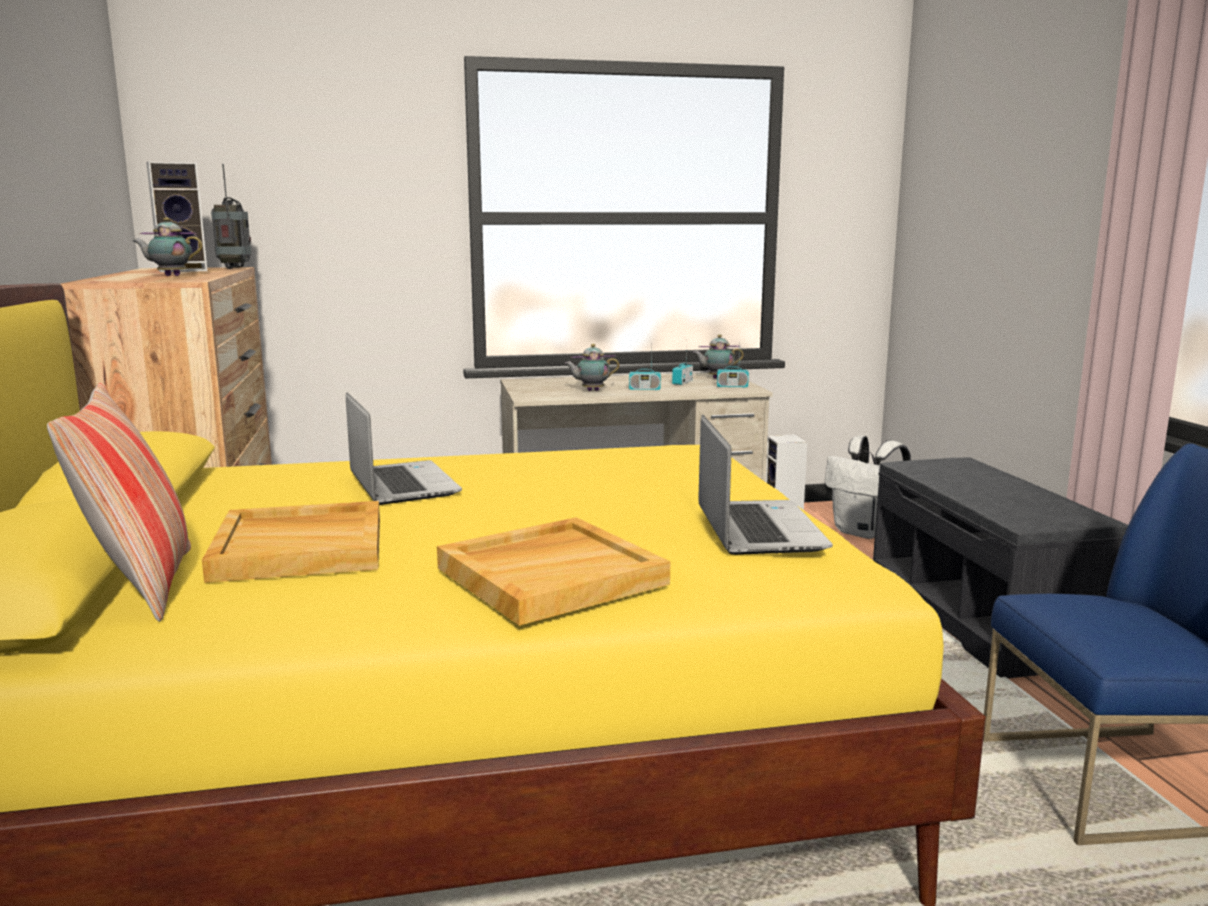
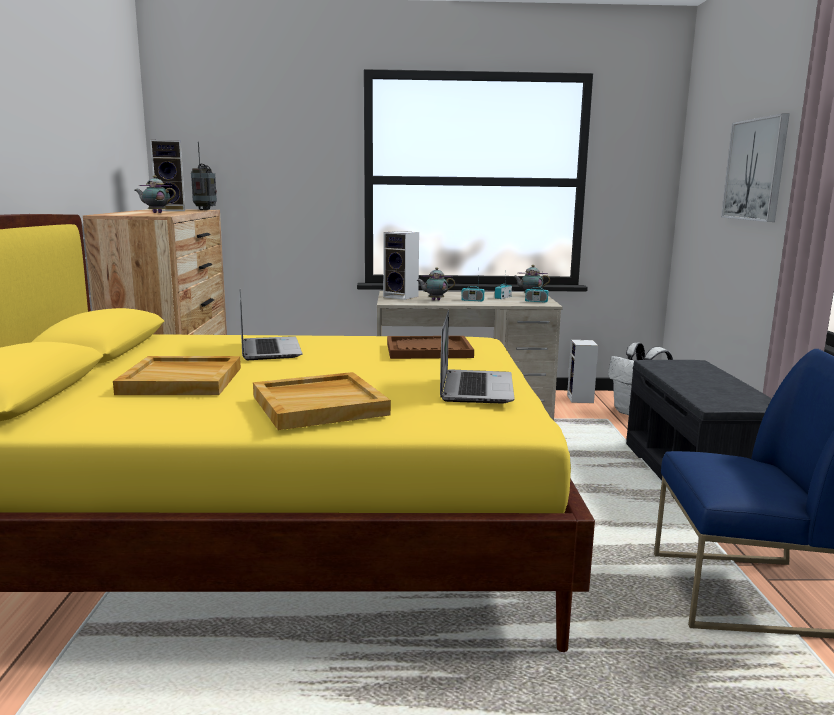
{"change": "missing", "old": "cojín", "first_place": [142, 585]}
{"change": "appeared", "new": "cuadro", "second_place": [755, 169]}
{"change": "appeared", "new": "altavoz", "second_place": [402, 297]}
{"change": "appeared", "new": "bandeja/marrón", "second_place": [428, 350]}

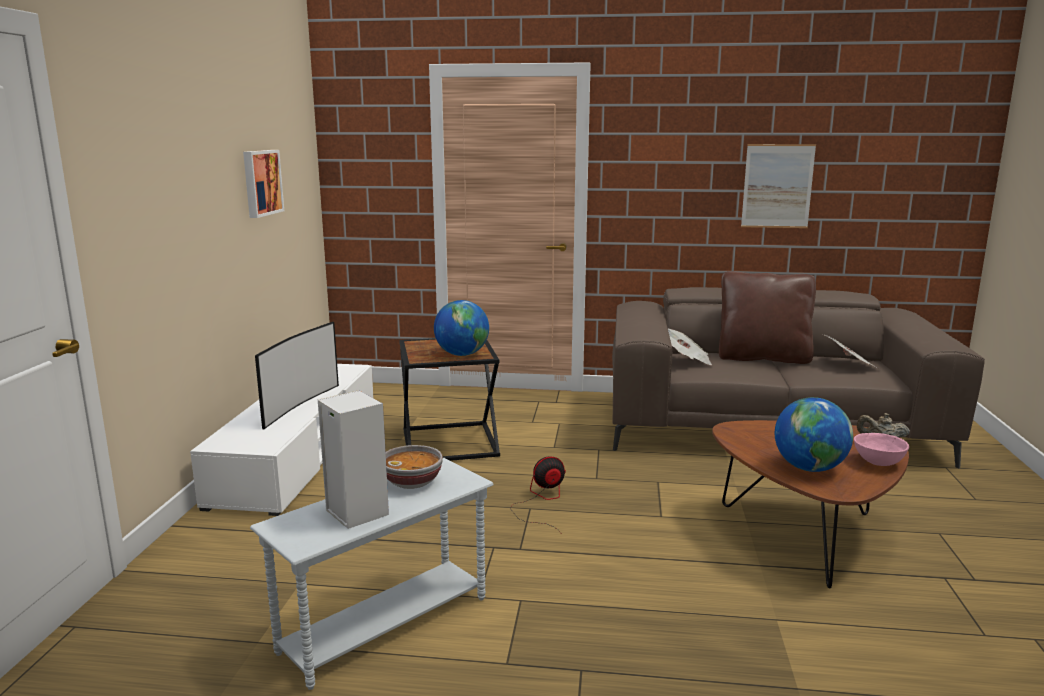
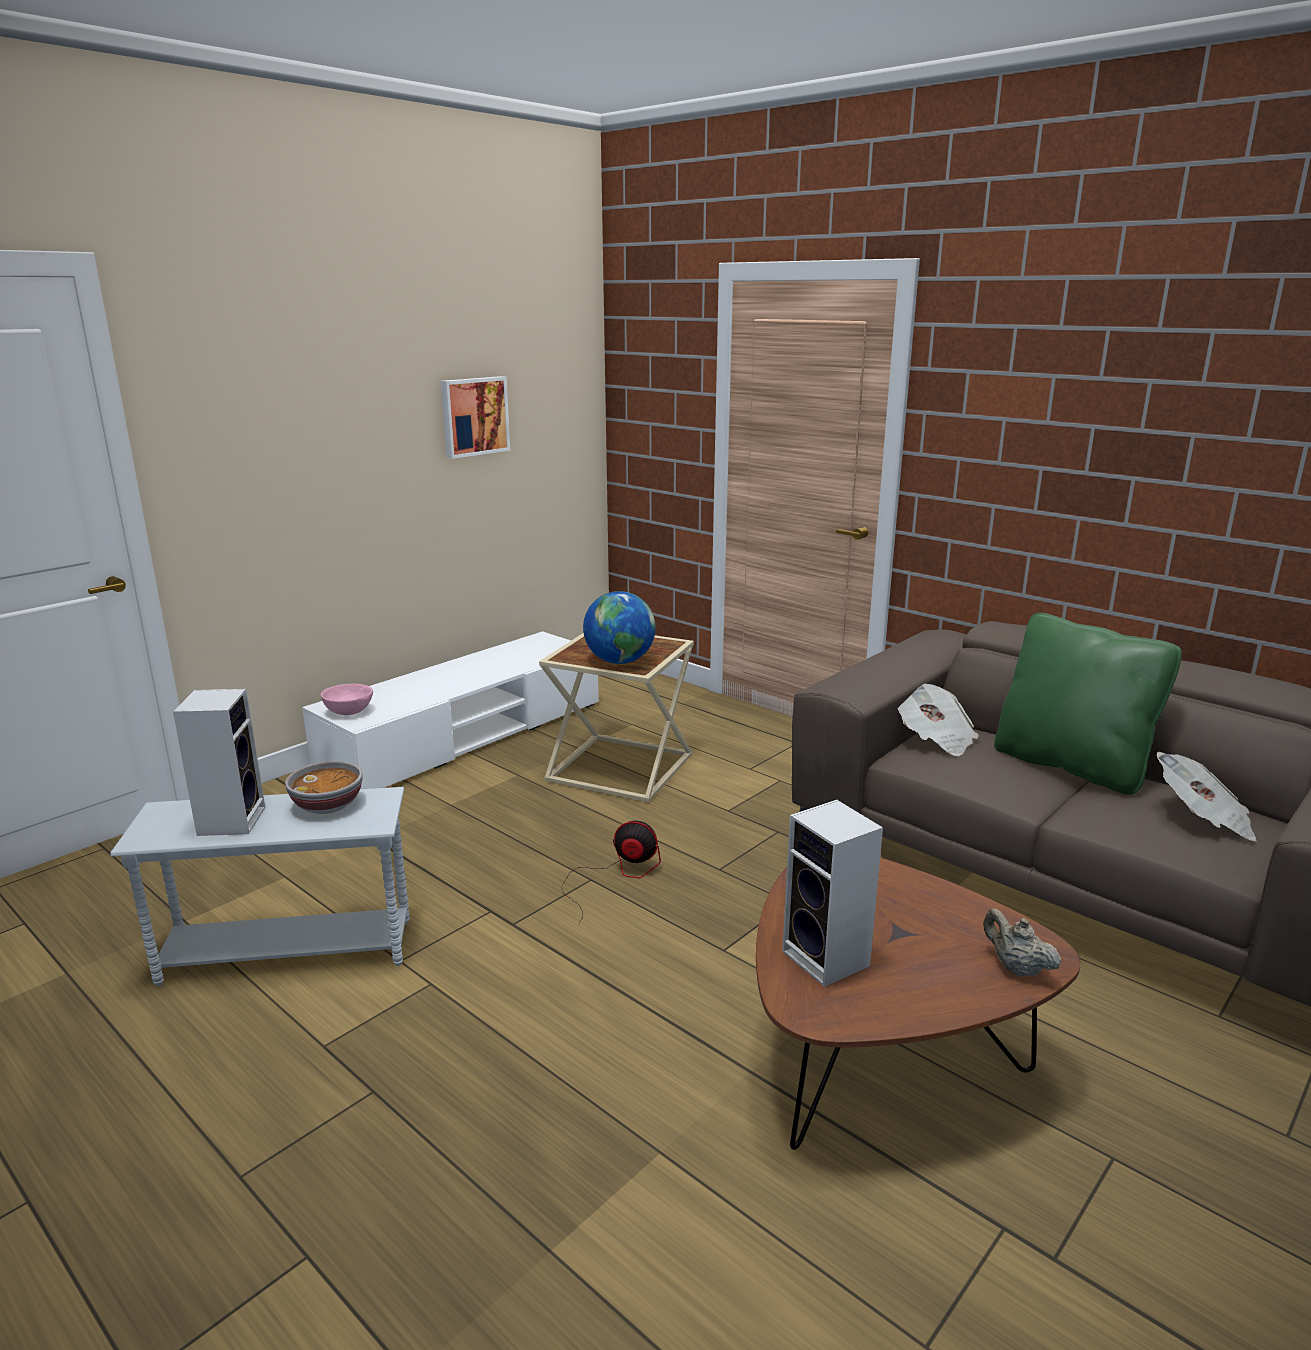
{"change": "missing", "old": "cuadro", "first_place": [777, 186]}
{"change": "colour", "old": "cojín/marrón", "new": "cojín/verde", "first_place": [763, 358], "second_place": [1071, 765]}
{"change": "missing", "old": "televisor", "first_place": [298, 405]}
{"change": "colour", "old": "mesa auxiliar/negro", "new": "mesa auxiliar/beis", "first_place": [448, 444], "second_place": [617, 769]}
{"change": "exchanged", "old": "globo terráqueo", "new": "altavoz", "first_place": [809, 468], "second_place": [829, 960]}
{"change": "relocated", "old": "cuenco/rosa", "first_place": [877, 463], "second_place": [348, 712]}

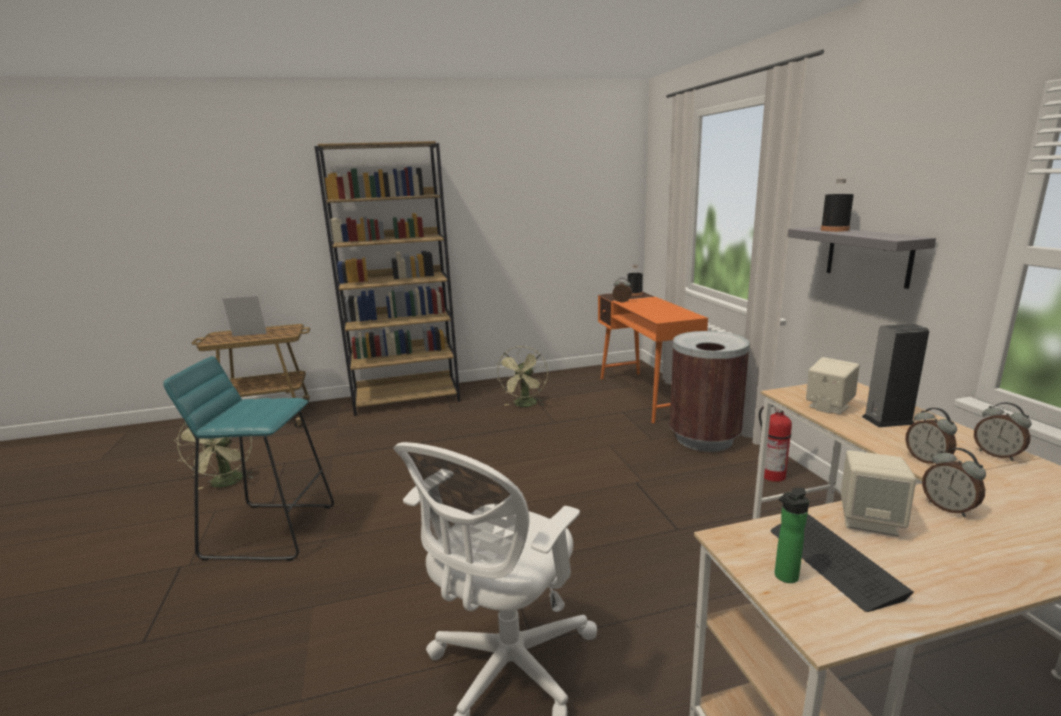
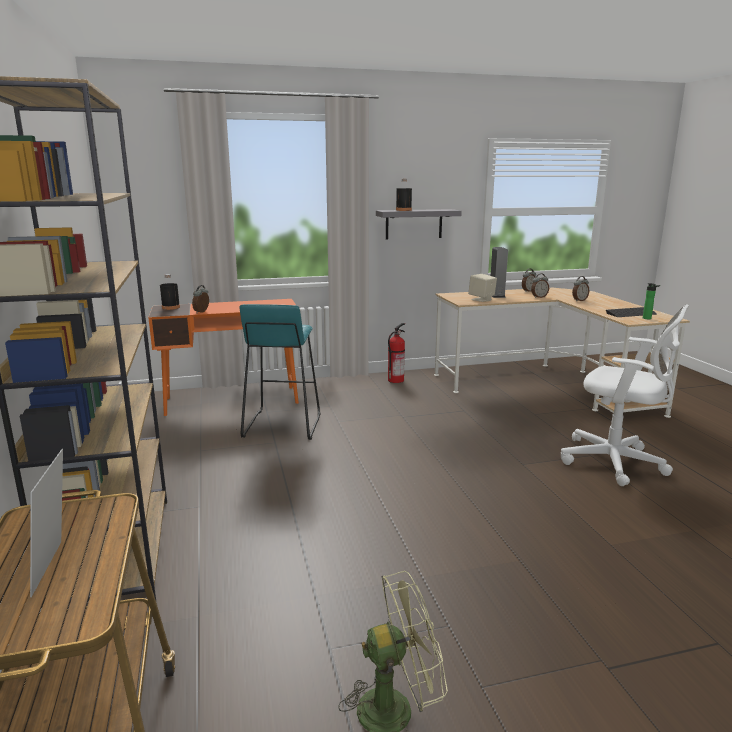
{"change": "missing", "old": "papelera/marrón", "first_place": [704, 438]}
{"change": "missing", "old": "ventilador/verde", "first_place": [525, 405]}
{"change": "relocated", "old": "taburete/turquesa", "first_place": [270, 530], "second_place": [282, 425]}
{"change": "missing", "old": "altavoz/beis", "first_place": [869, 520]}

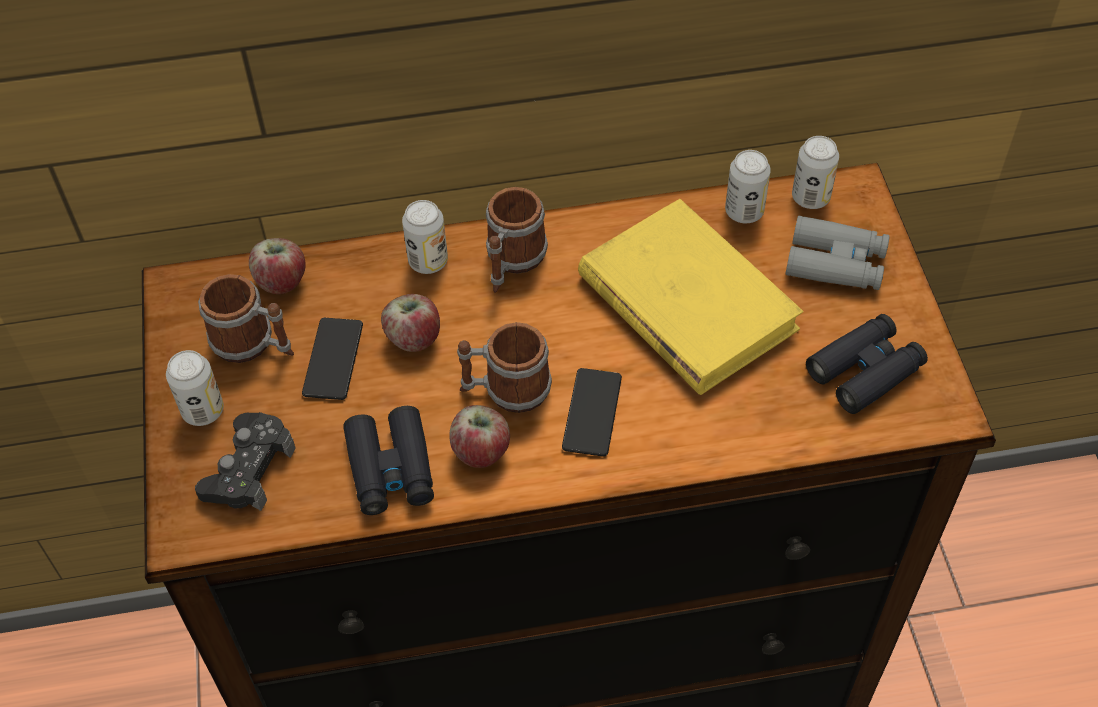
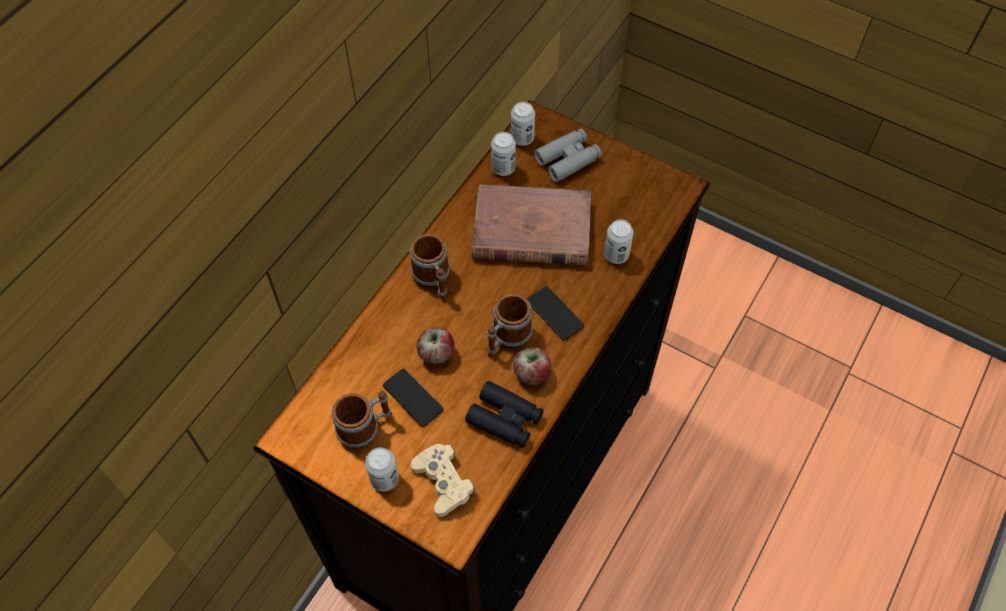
{"change": "colour", "old": "libro/amarillo", "new": "libro/marrón", "first_place": [686, 302], "second_place": [531, 230]}
{"change": "relocated", "old": "lata", "first_place": [428, 261], "second_place": [616, 255]}
{"change": "missing", "old": "manzana", "first_place": [281, 281]}
{"change": "missing", "old": "prismáticos/negro", "first_place": [865, 370]}
{"change": "colour", "old": "mando de consola/negro", "new": "mando de consola/beis", "first_place": [248, 469], "second_place": [443, 482]}

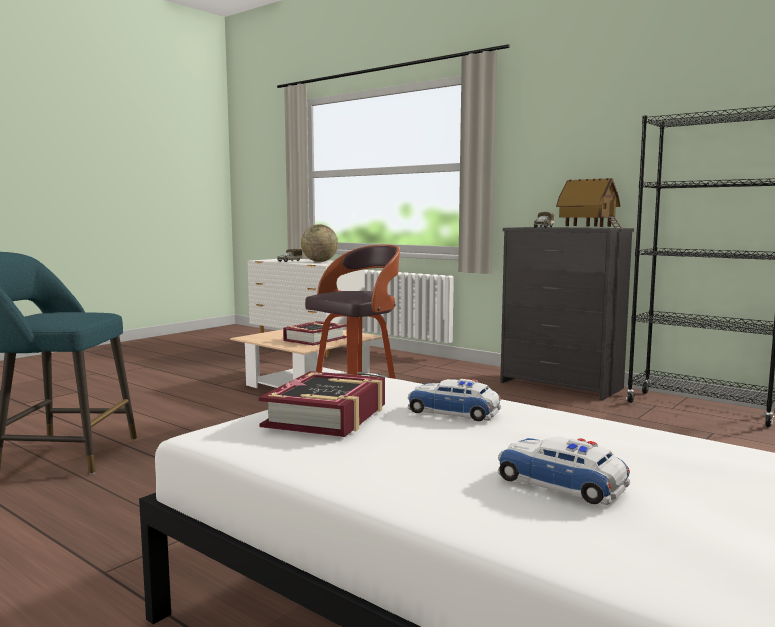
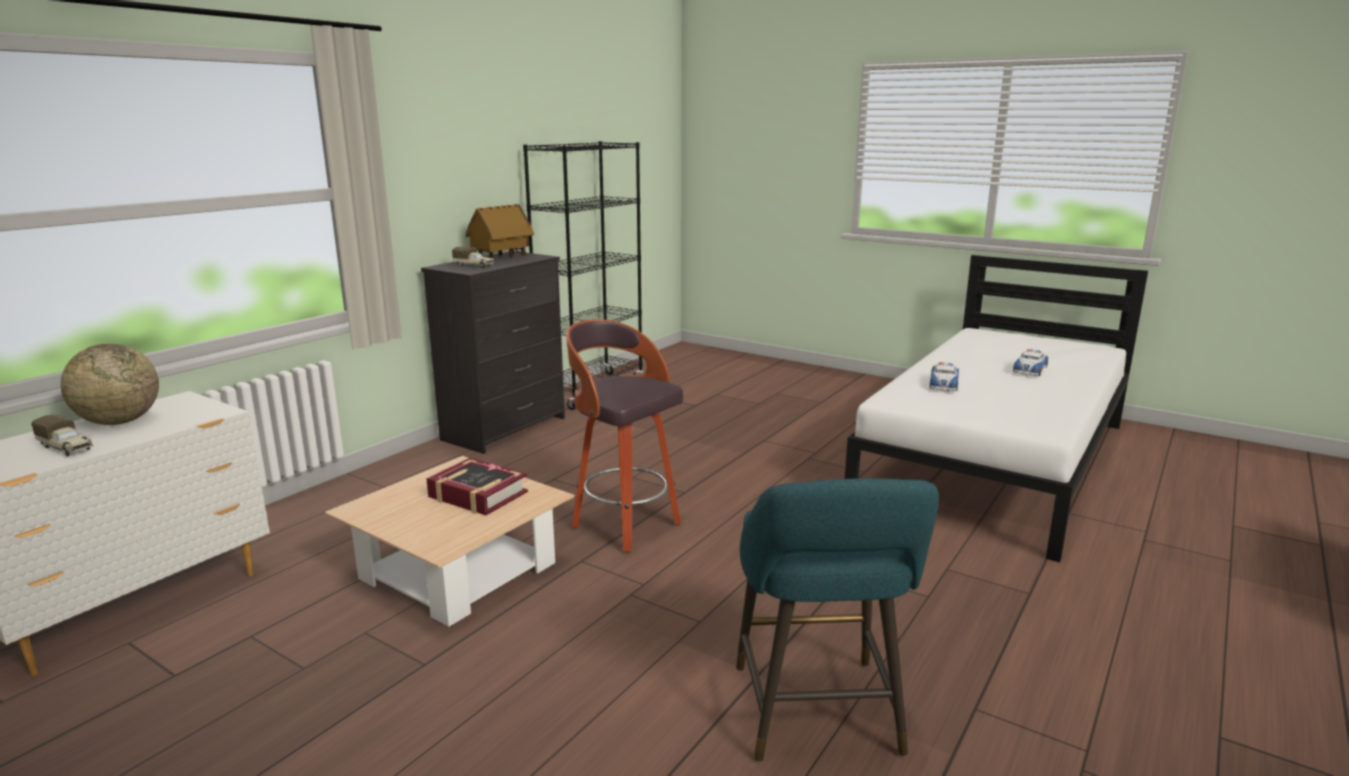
{"change": "missing", "old": "libro", "first_place": [327, 416]}

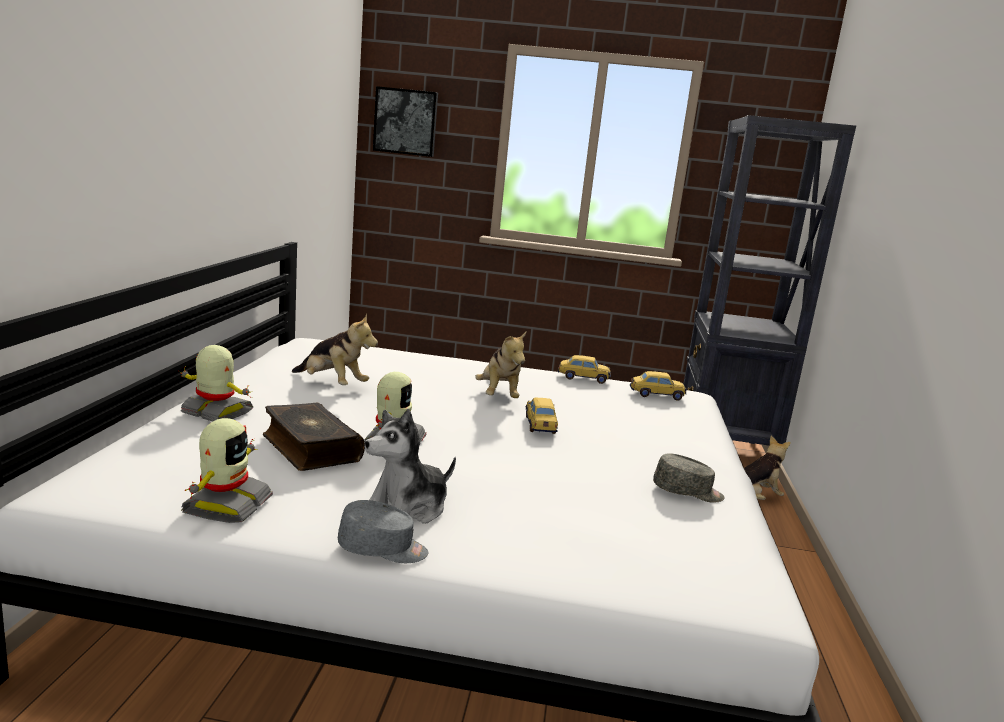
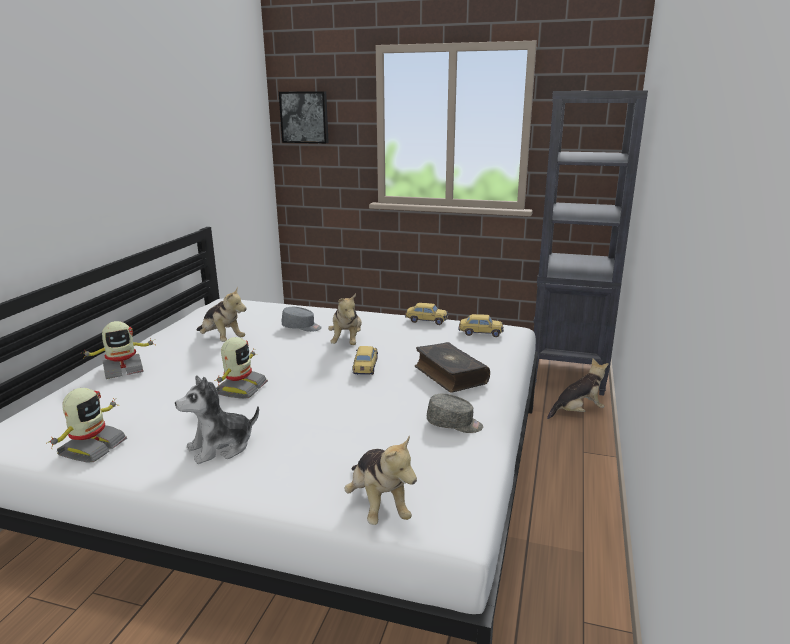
{"change": "spun", "old": "robot de juguete", "first_place": [216, 413], "second_place": [123, 370], "degrees": 120}
{"change": "relocated", "old": "libro", "first_place": [310, 448], "second_place": [449, 375]}
{"change": "relocated", "old": "gorra/gris", "first_place": [383, 549], "second_place": [301, 327]}
{"change": "appeared", "new": "peluche", "second_place": [378, 505]}

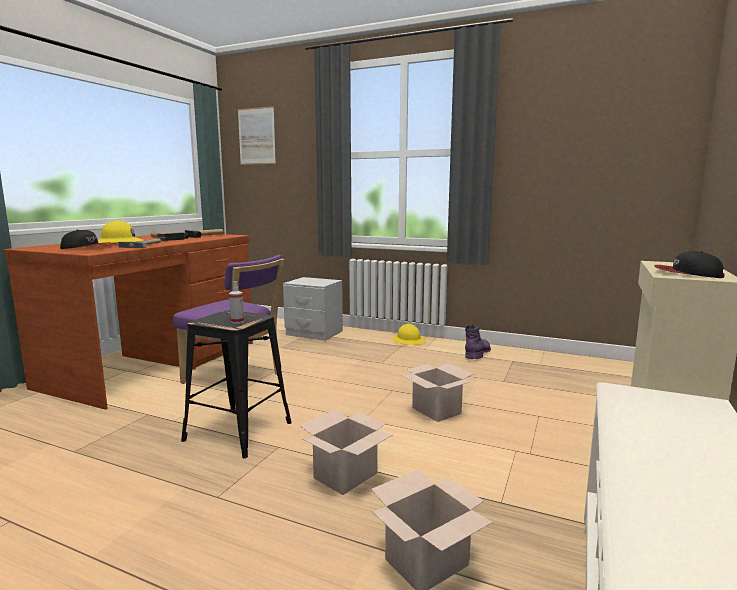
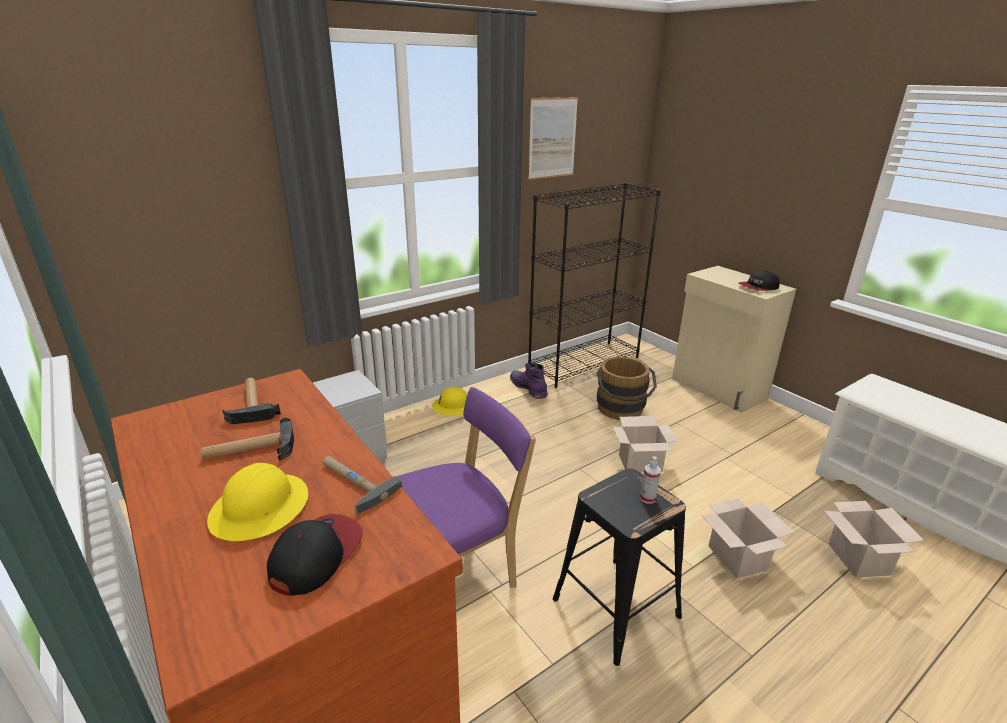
{"change": "relocated", "old": "cuadro", "first_place": [257, 136], "second_place": [552, 138]}
{"change": "appeared", "new": "estantería/negro", "second_place": [584, 363]}
{"change": "appeared", "new": "cubo/marrón", "second_place": [621, 411]}

